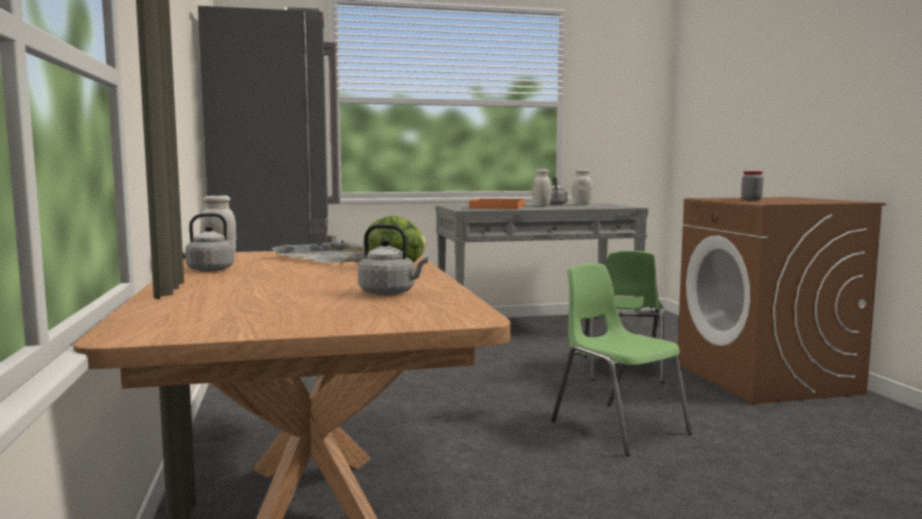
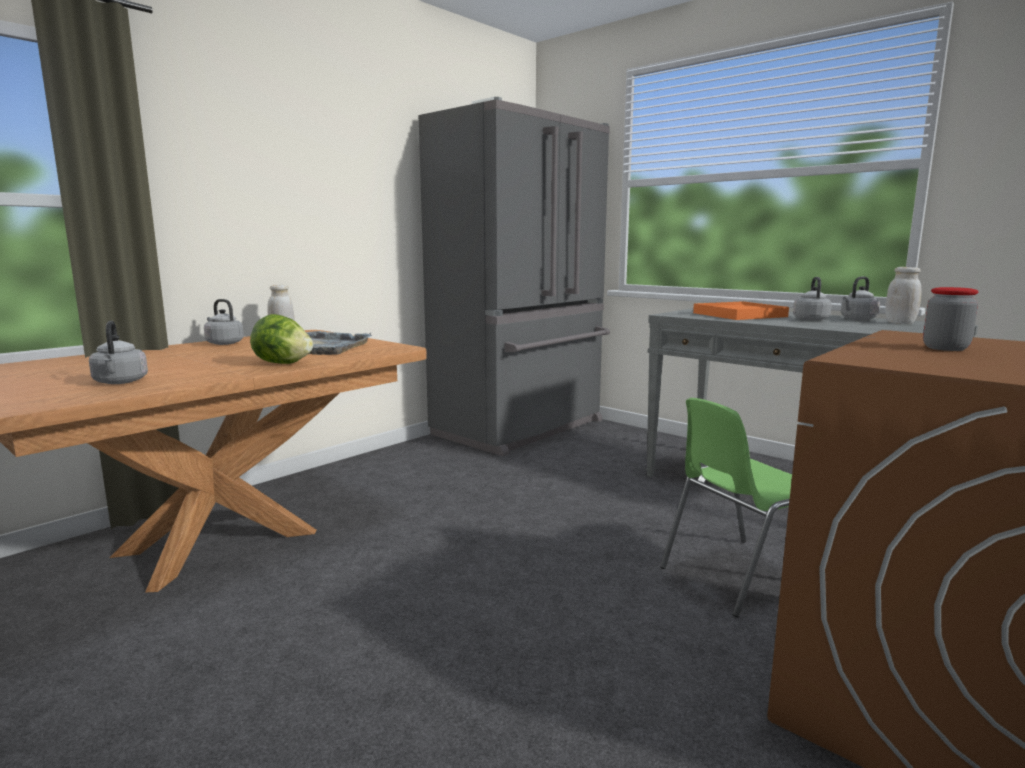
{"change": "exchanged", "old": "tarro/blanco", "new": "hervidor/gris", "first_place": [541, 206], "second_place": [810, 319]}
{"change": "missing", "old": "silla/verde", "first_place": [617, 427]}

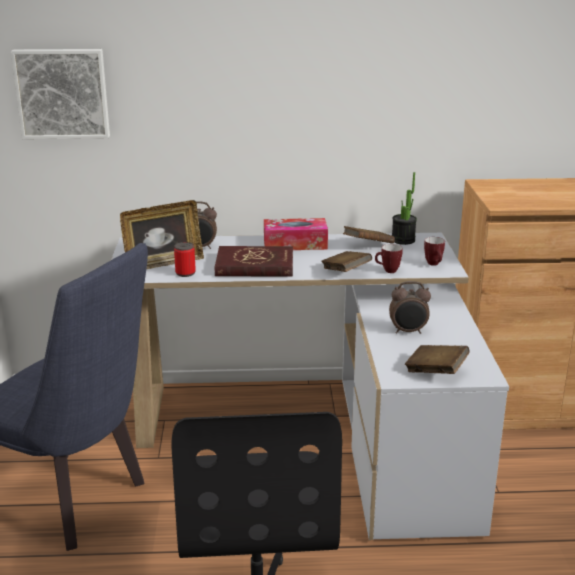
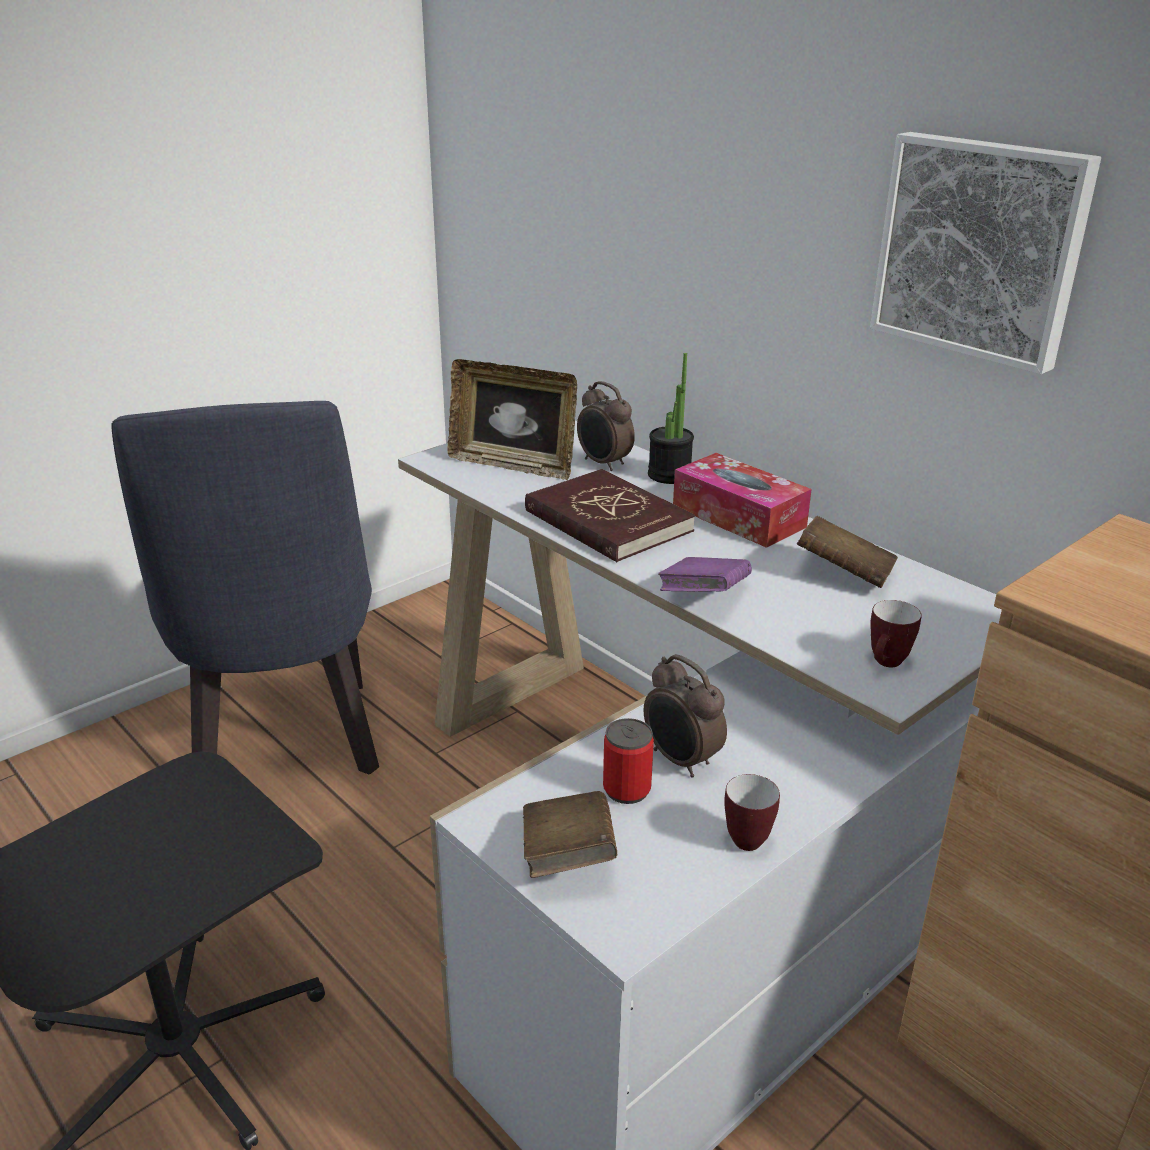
{"change": "relocated", "old": "cuadro", "first_place": [62, 93], "second_place": [981, 248]}
{"change": "relocated", "old": "planta en maceta", "first_place": [403, 240], "second_place": [669, 475]}
{"change": "relocated", "old": "lata", "first_place": [185, 273], "second_place": [627, 789]}
{"change": "relocated", "old": "taza grande", "first_place": [387, 271], "second_place": [742, 837]}
{"change": "colour", "old": "libro/marrón", "new": "libro/morado", "first_place": [345, 272], "second_place": [703, 597]}

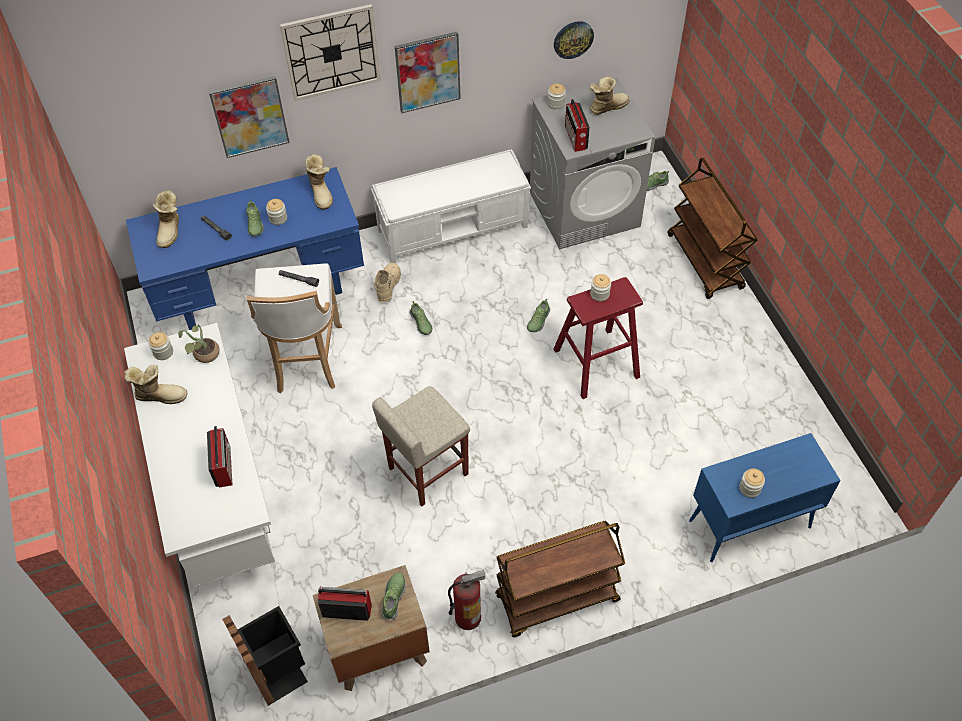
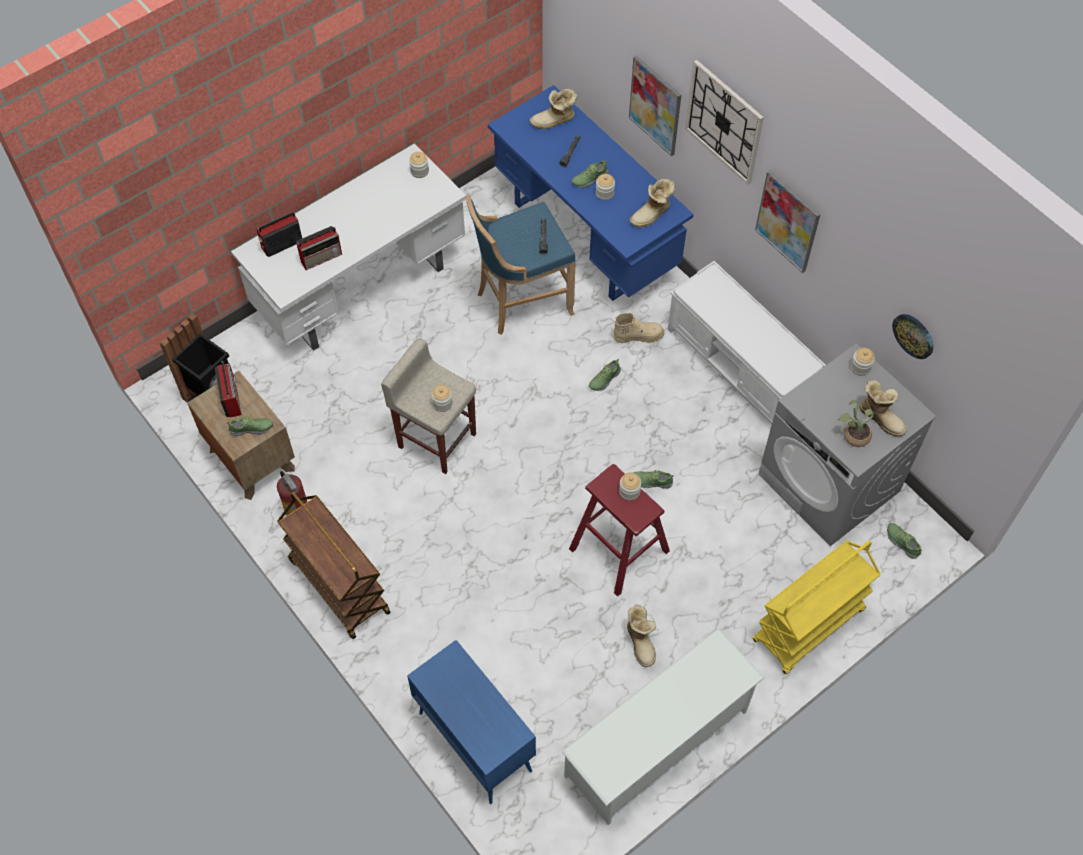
{"change": "relocated", "old": "radio", "first_place": [575, 138], "second_place": [281, 244]}
{"change": "colour", "old": "carrito/marrón", "new": "carrito/amarillo", "first_place": [705, 262], "second_place": [808, 626]}
{"change": "colour", "old": "taburete/blanco", "new": "taburete/azul", "first_place": [306, 361], "second_place": [521, 302]}
{"change": "relocated", "old": "planta en maceta", "first_place": [204, 355], "second_place": [853, 435]}
{"change": "relocated", "old": "bota", "first_place": [160, 395], "second_place": [641, 642]}
{"change": "relocated", "old": "tarro", "first_place": [749, 488], "second_place": [442, 403]}
{"change": "appeared", "new": "zapatero/blanco", "second_place": [657, 743]}

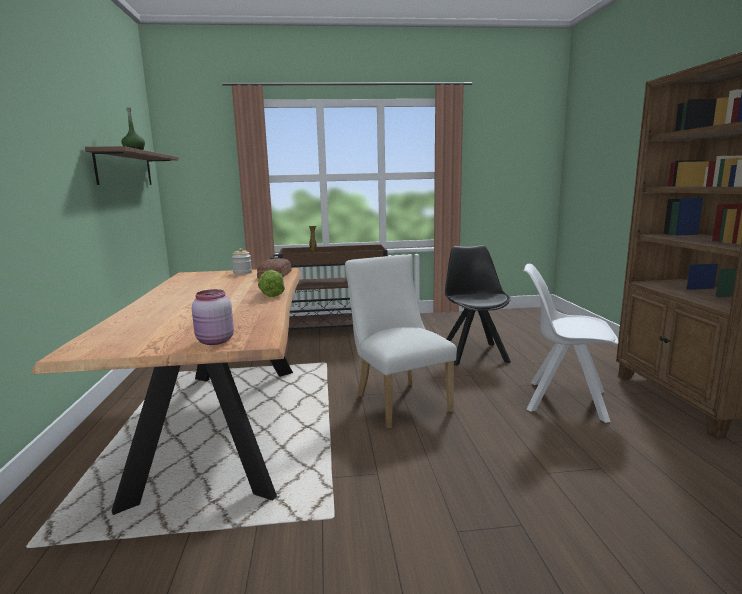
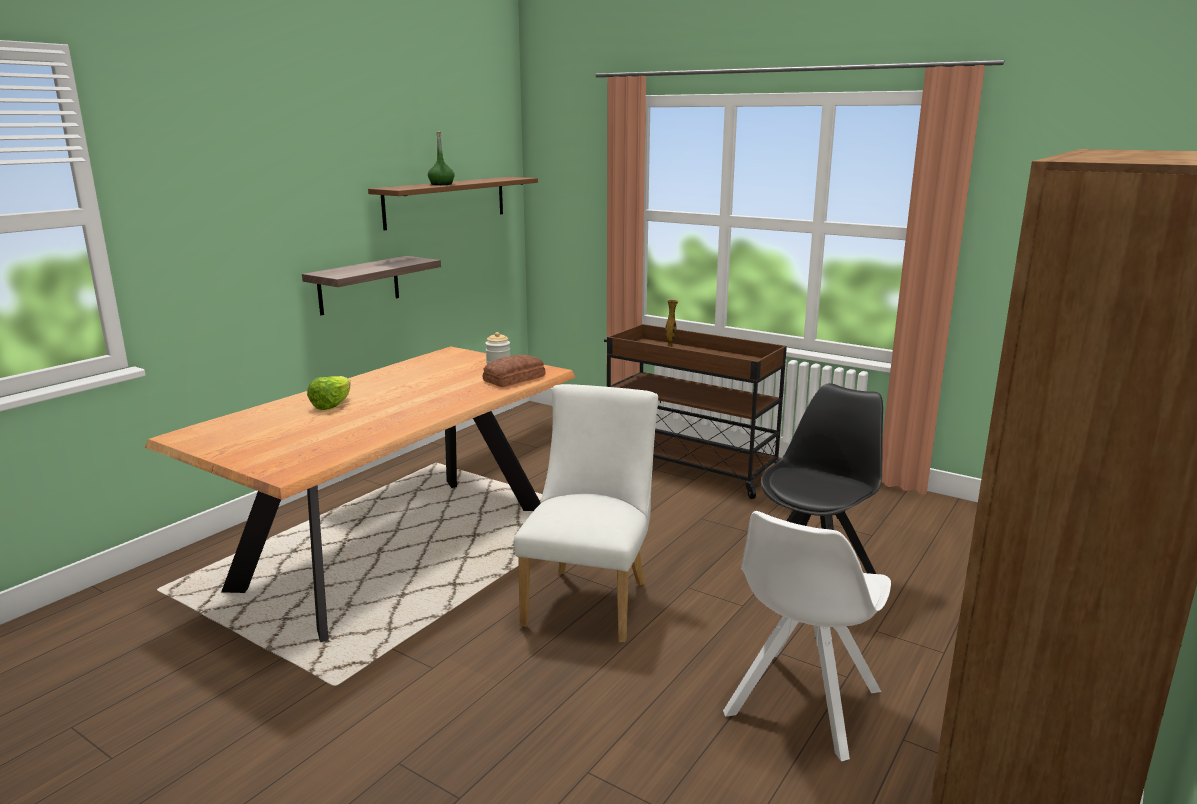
{"change": "spun", "old": "silla/blanco", "first_place": [563, 400], "second_place": [801, 704], "degrees": -120}
{"change": "relocated", "old": "lechuga", "first_place": [271, 294], "second_place": [332, 405]}
{"change": "missing", "old": "tarro/rosa", "first_place": [214, 341]}
{"change": "appeared", "new": "estante", "second_place": [359, 285]}

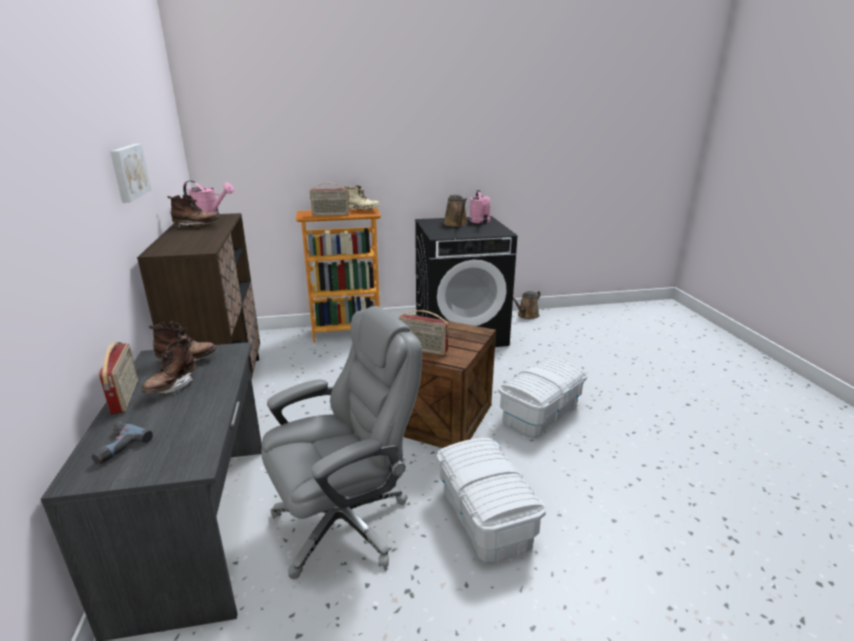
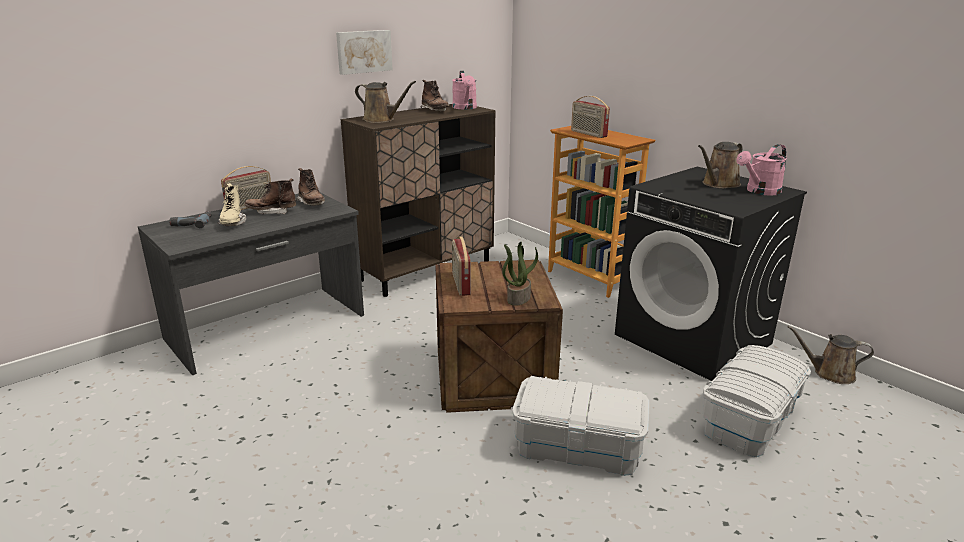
{"change": "relocated", "old": "bota/beis", "first_place": [362, 210], "second_place": [232, 223]}
{"change": "missing", "old": "silla de oficina/gris", "first_place": [344, 522]}
{"change": "relocated", "old": "caja de almacenaje/blanco", "first_place": [484, 516], "second_place": [749, 420]}
{"change": "appeared", "new": "regadera/marrón", "second_place": [381, 120]}
{"change": "appeared", "new": "planta en maceta", "second_place": [518, 298]}

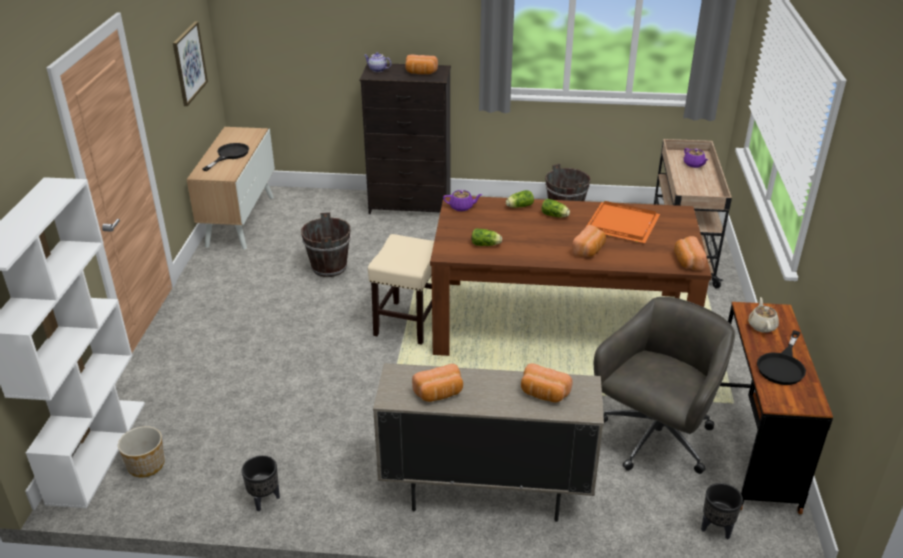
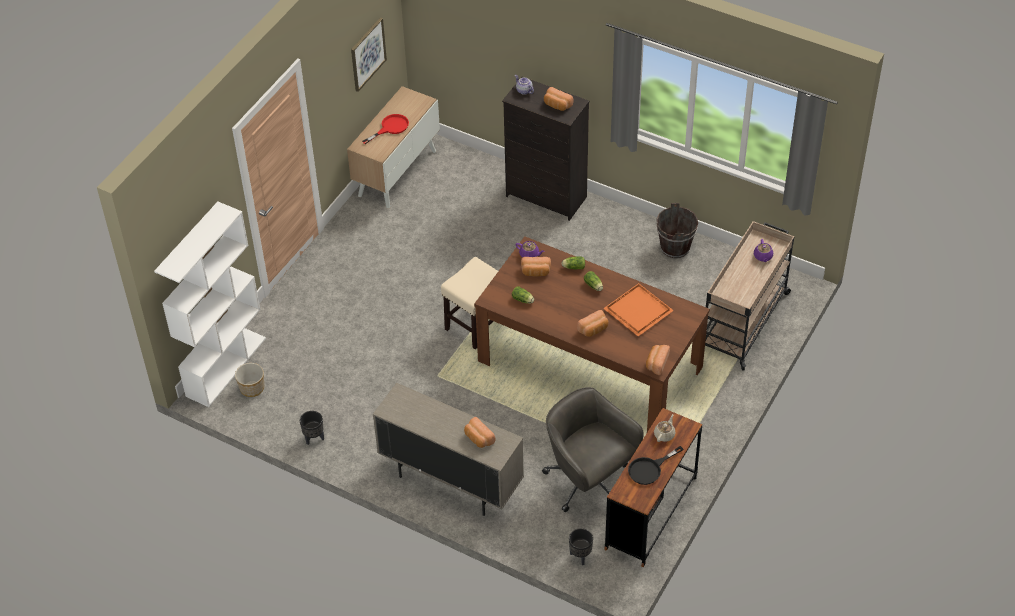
{"change": "colour", "old": "sartén/negro", "new": "sartén/rojo", "first_place": [229, 155], "second_place": [390, 128]}
{"change": "missing", "old": "cubo/marrón", "first_place": [329, 267]}
{"change": "spun", "old": "silla de oficina/gris", "first_place": [654, 439], "second_place": [588, 482], "degrees": -105}
{"change": "relocated", "old": "pan", "first_place": [439, 394], "second_place": [536, 272]}

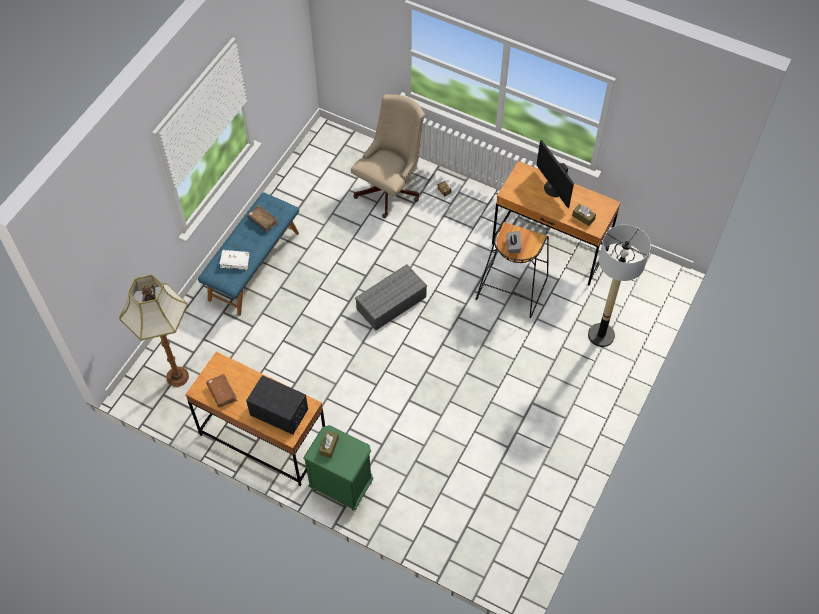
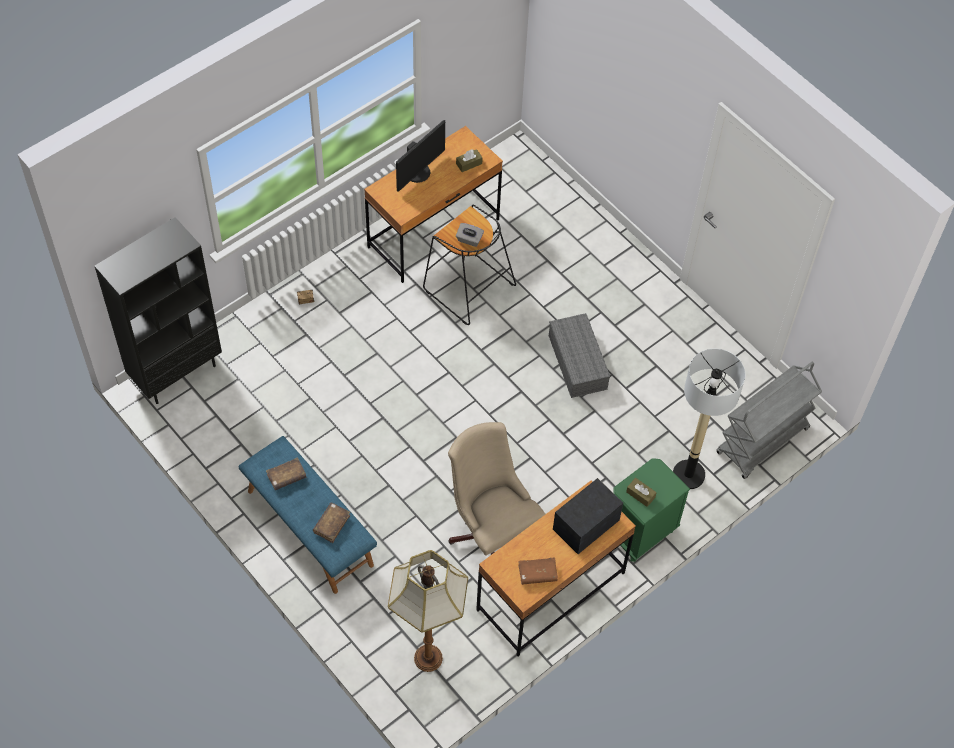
{"change": "relocated", "old": "silla de oficina/beis", "first_place": [390, 188], "second_place": [491, 530]}
{"change": "spun", "old": "monitor", "first_place": [554, 188], "second_place": [418, 173], "degrees": -45}
{"change": "relocated", "old": "lámpara de pie", "first_place": [601, 335], "second_place": [688, 474]}
{"change": "colour", "old": "libro/blanco", "new": "libro/marrón", "first_place": [235, 261], "second_place": [331, 524]}
{"change": "relocated", "old": "caja de almacenaje/gris", "first_place": [391, 304], "second_place": [578, 363]}
{"change": "appeared", "new": "estantería/negro", "second_place": [176, 372]}
{"change": "appeared", "new": "carrito/gris", "second_place": [762, 442]}

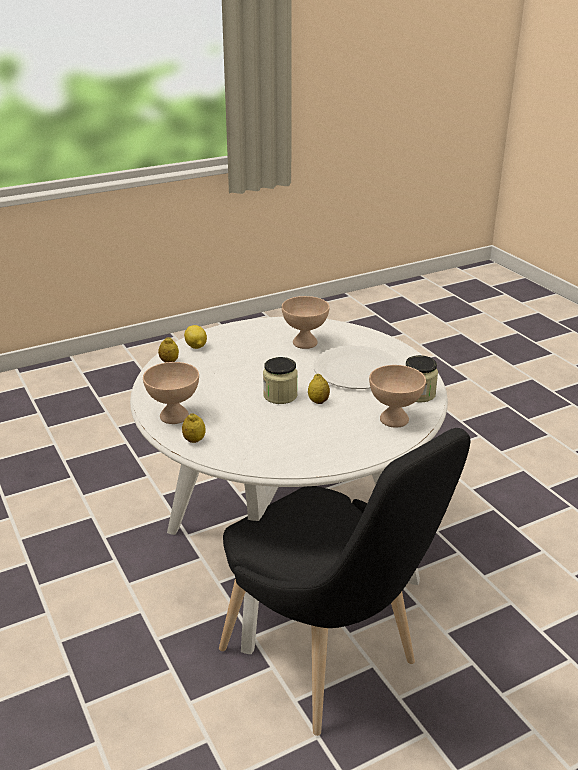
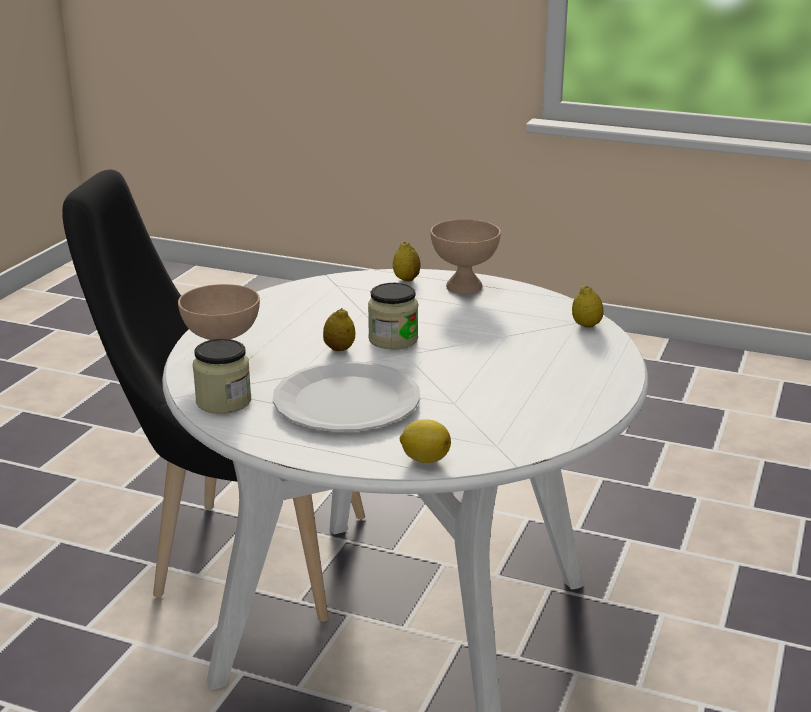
{"change": "missing", "old": "cuenco/beis", "first_place": [305, 343]}
{"change": "relocated", "old": "limón", "first_place": [196, 347], "second_place": [424, 459]}

